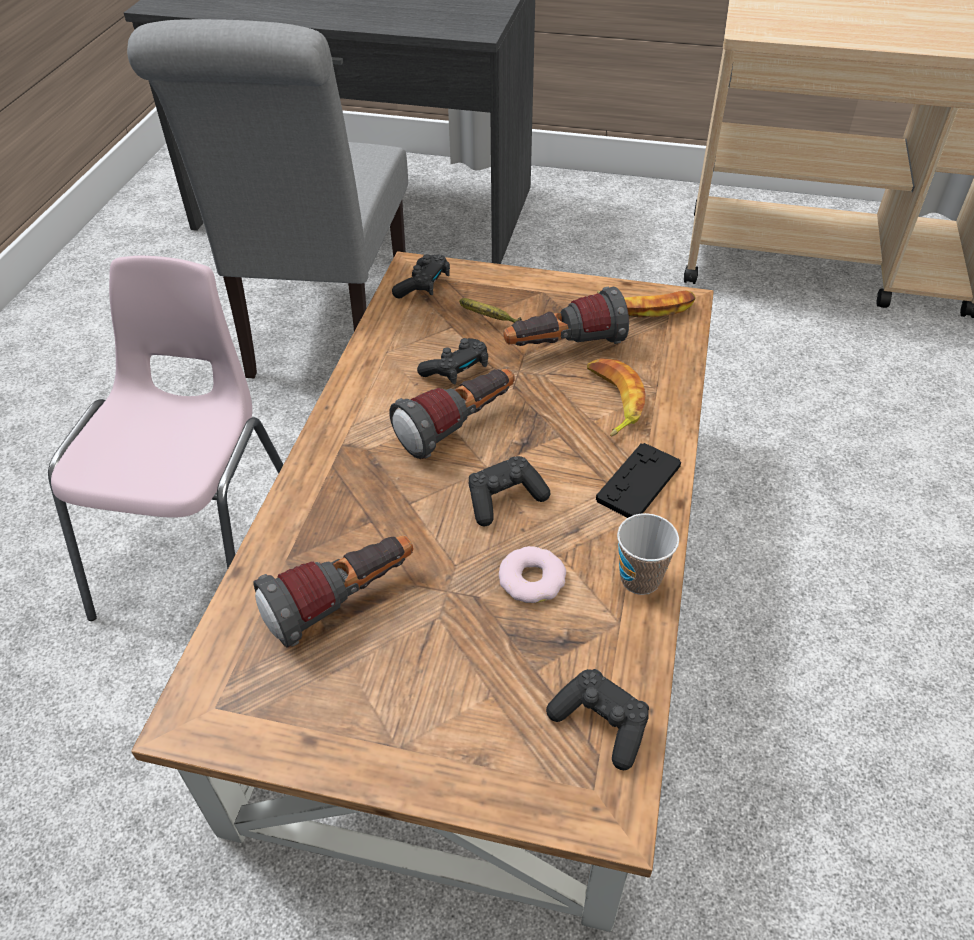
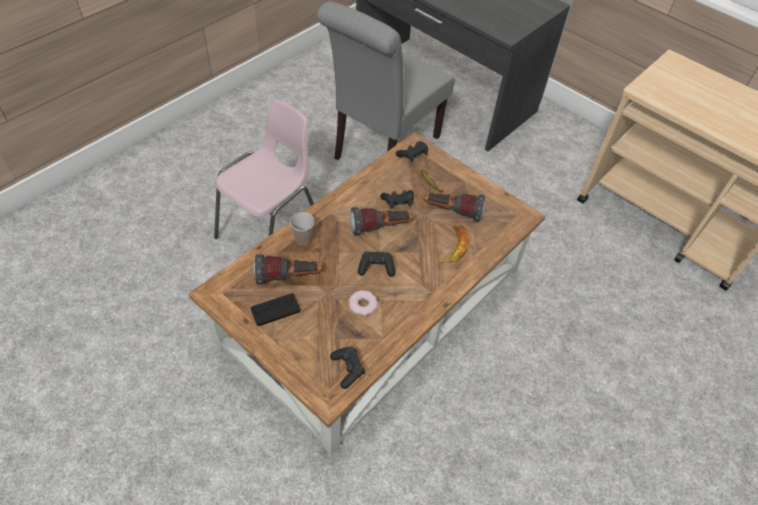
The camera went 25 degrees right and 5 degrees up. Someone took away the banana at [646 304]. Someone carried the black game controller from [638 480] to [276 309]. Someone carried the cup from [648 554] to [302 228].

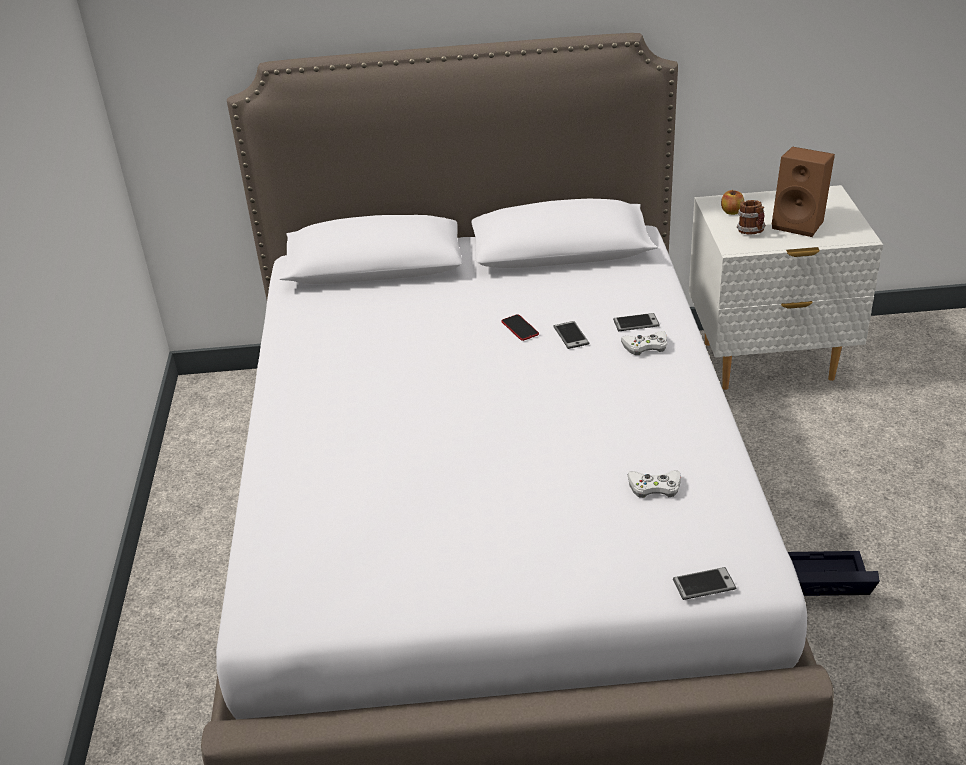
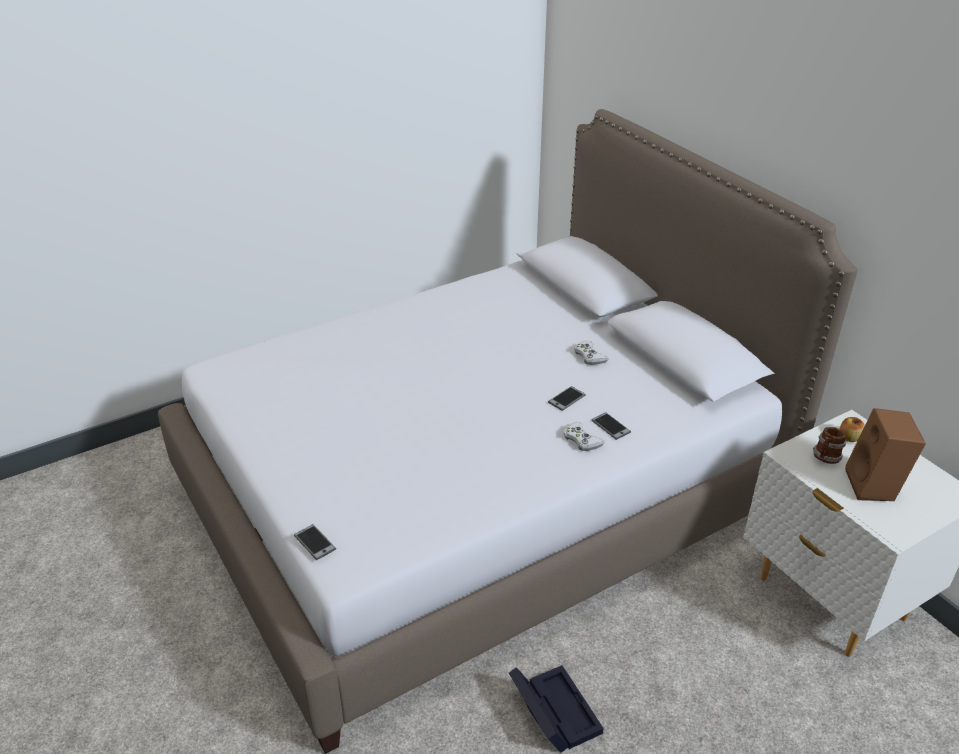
The camera went 60 degrees right and 0 degrees up. Someone took away the phone at [520 327]. Someone carried the white game controller from [654 484] to [591 353].

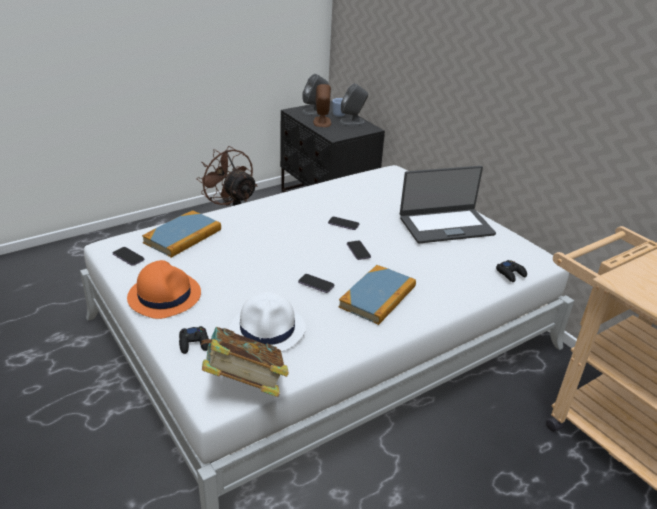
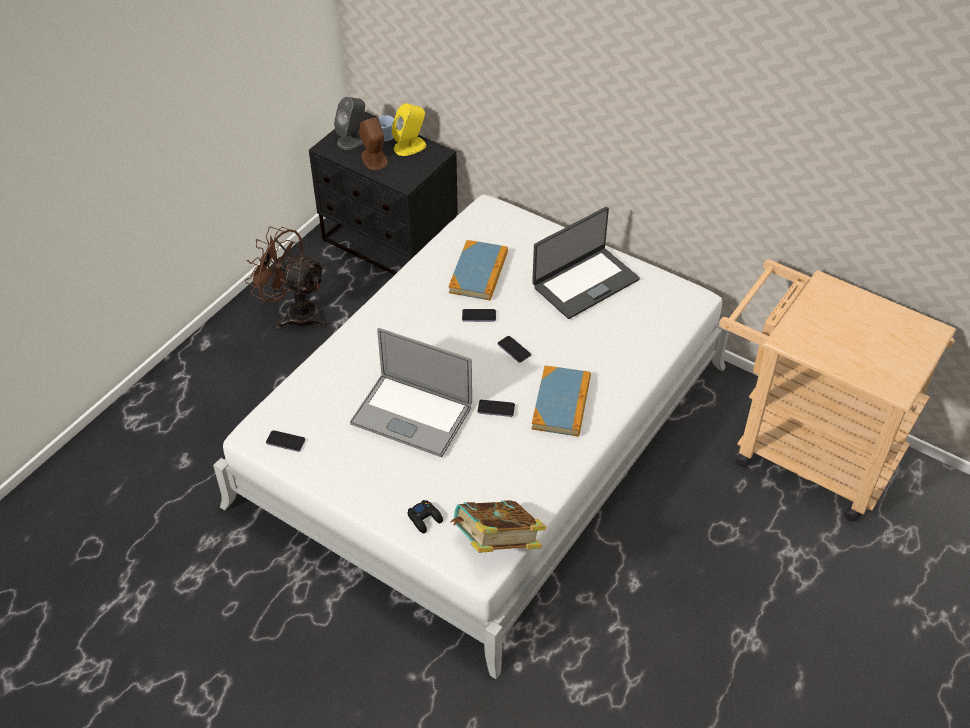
The camera went 20 degrees left and 15 degrees up. Someone repainted the grey speaker at [353 104], which became the yellow speaker at [409 129]. Someone carried the book from [181 234] to [478 270]. Someone took away the orange hat at [164 289]. Someone took away the black game controller at [511 271]. Someone took away the white hat at [267 322]. Someone put down the laptop at [411 392].

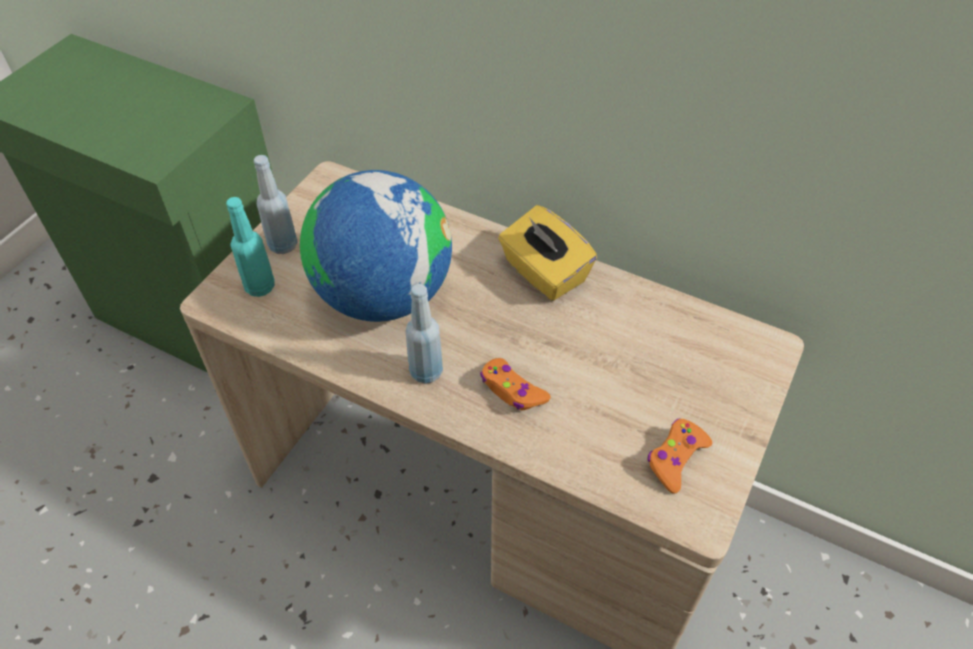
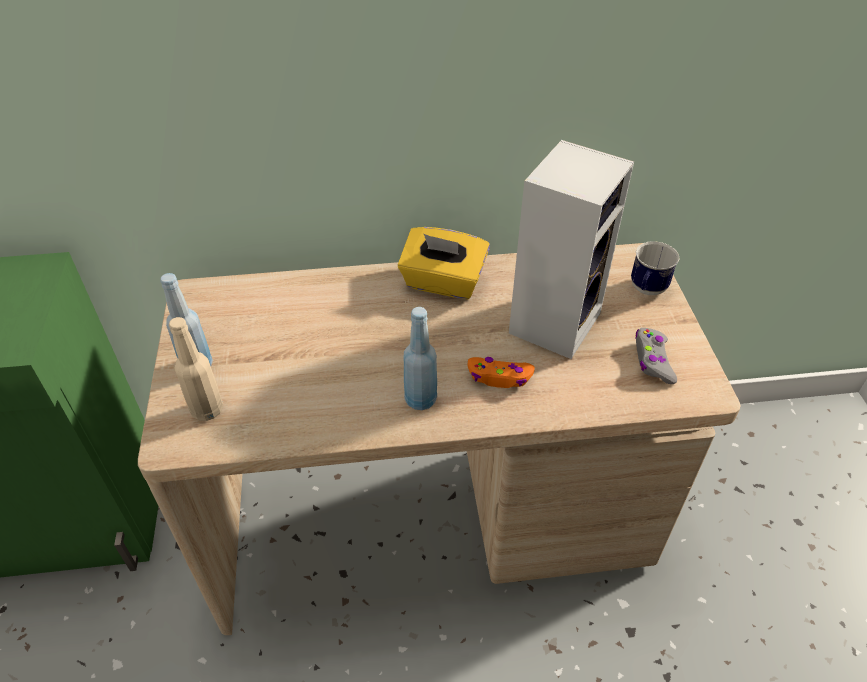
The camera went 35 degrees left and 5 degrees down. Someone took away the globe at [376 246]. Someone repainted the turquoise bottle at [250 247], which became the beige bottle at [196 369]. Someone repainted the orange game controller at [679 455], which became the grey game controller at [656 356]. Someone put down the speaker at [571 249]. Someone put down the mug at [655 268].

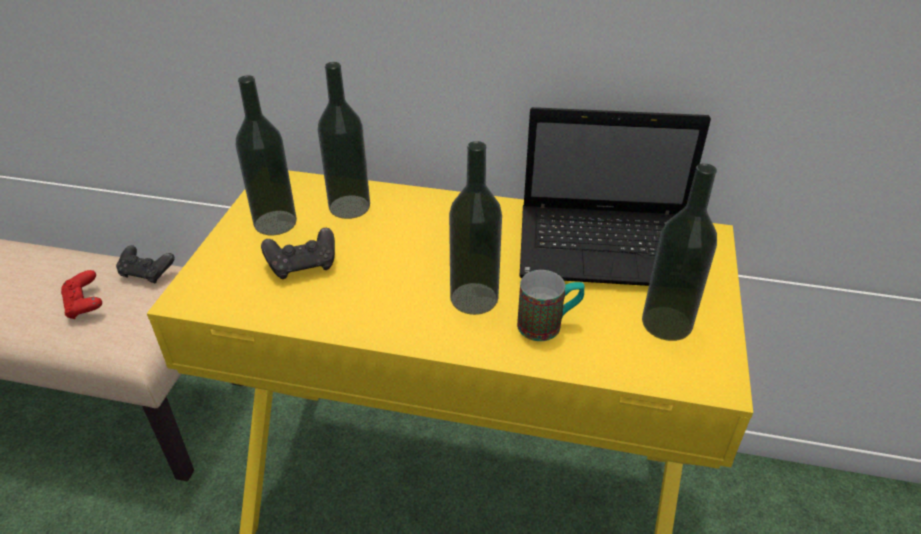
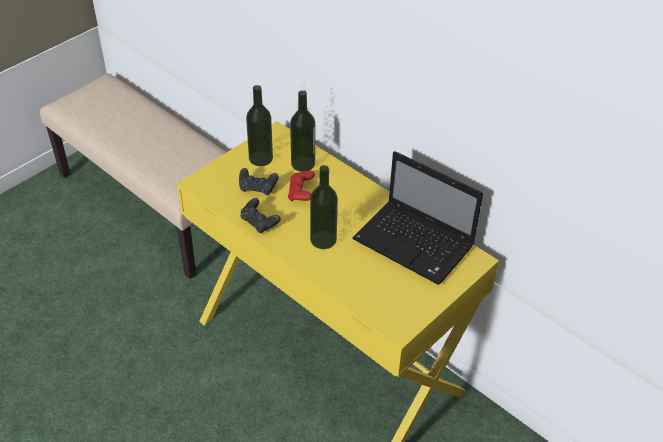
The camera went 30 degrees right and 5 degrees up. Someone took away the bottle at [679 252]. Someone carried the black game controller from [145 264] to [261 216]. Someone carried the red game controller from [81 294] to [301 186]. Someone took away the mug at [551 305].

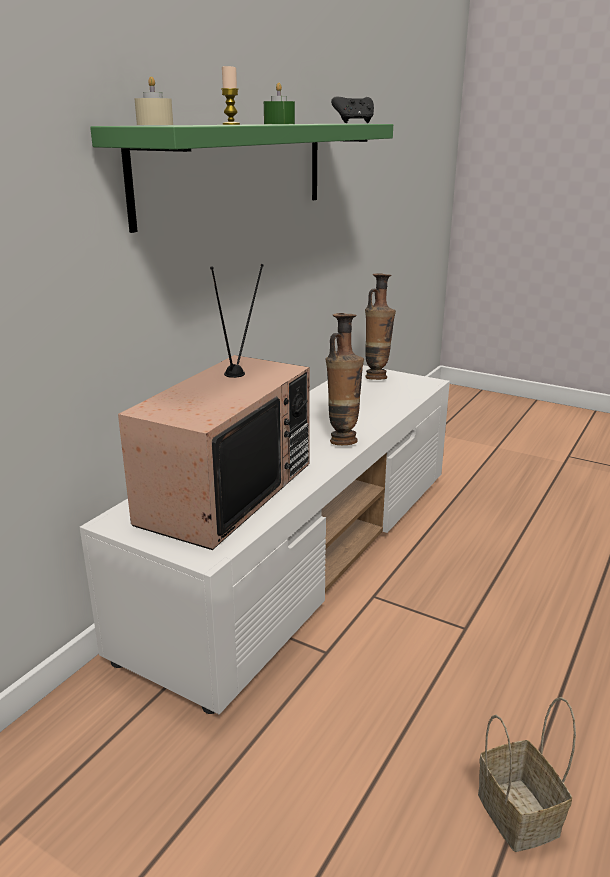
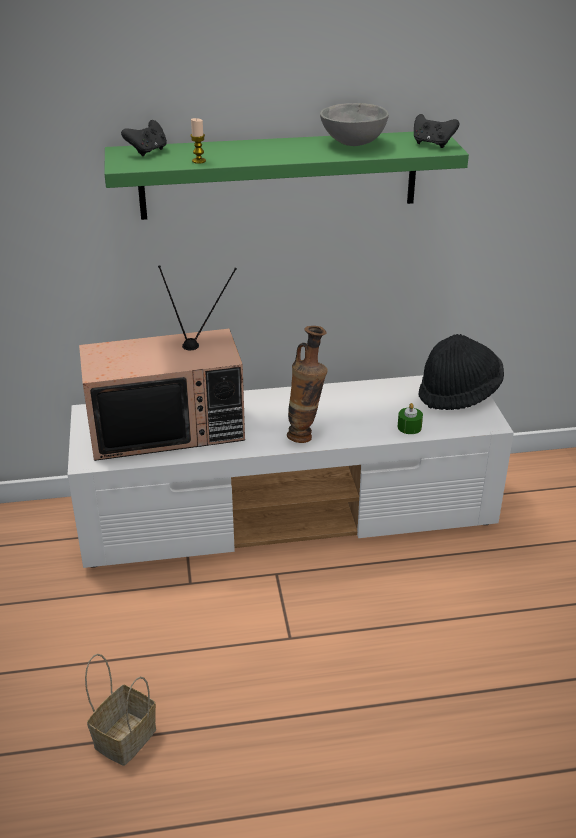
The camera went 50 degrees right and 10 degrees up. Someone swapped the beige candle at [153 100] for the black game controller at [144 138]. Someone carried the green candle from [279 103] to [410 418]. Someone swapped the vase at [380 326] for the black hat at [461 372]. Someone put down the grey bowl at [354 124].

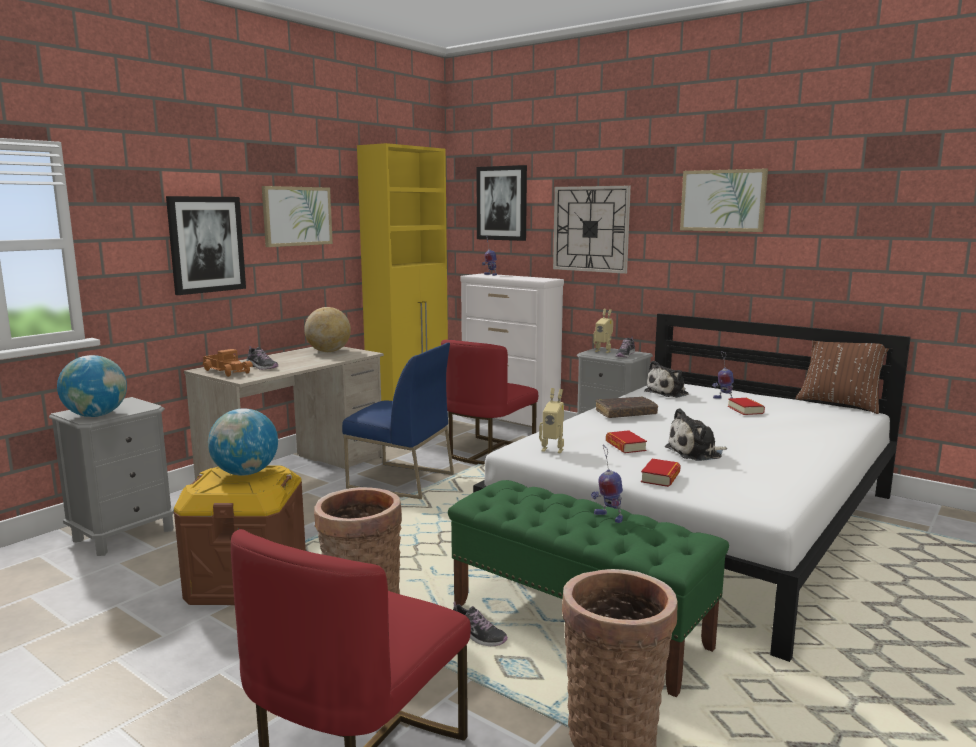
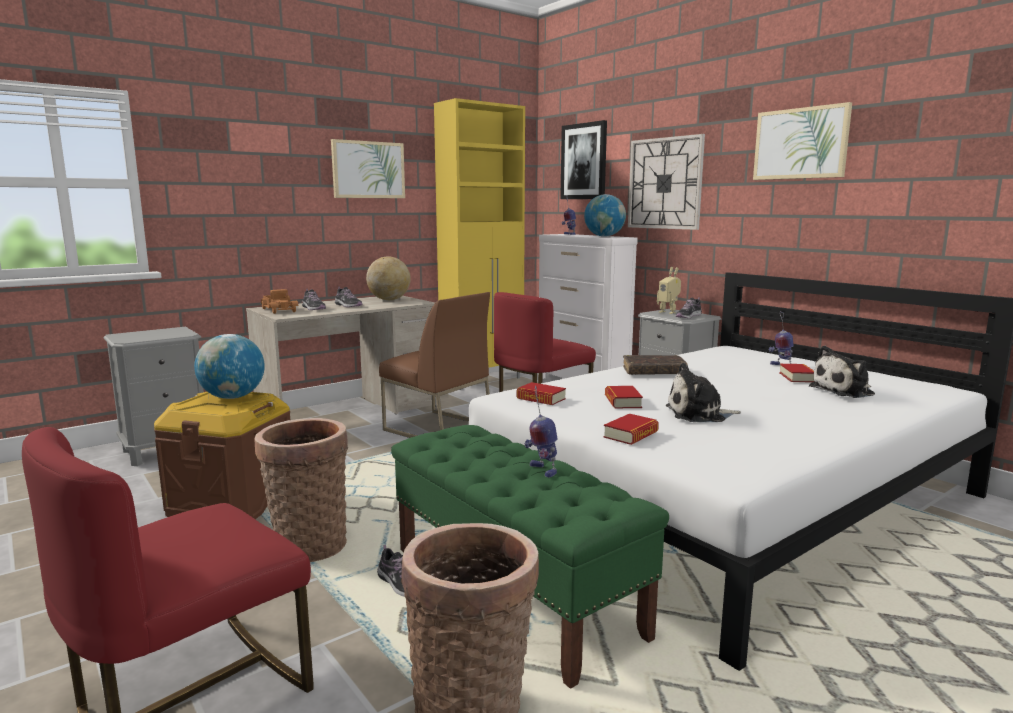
The camera went 15 degrees right and 0 degrees up. Someone took away the picture at [206 245]. Someone took away the brown pillow at [843 377]. Someone repainted the blue chair at [398 421], which became the brown chair at [434 365]. Someone carried the globe from [92 386] to [605 215]. Someone carried the plush toy from [666 379] to [842 372]. Someone swapped the toy robot at [551 420] for the book at [541 393]. Someone put down the shoe at [349 297].

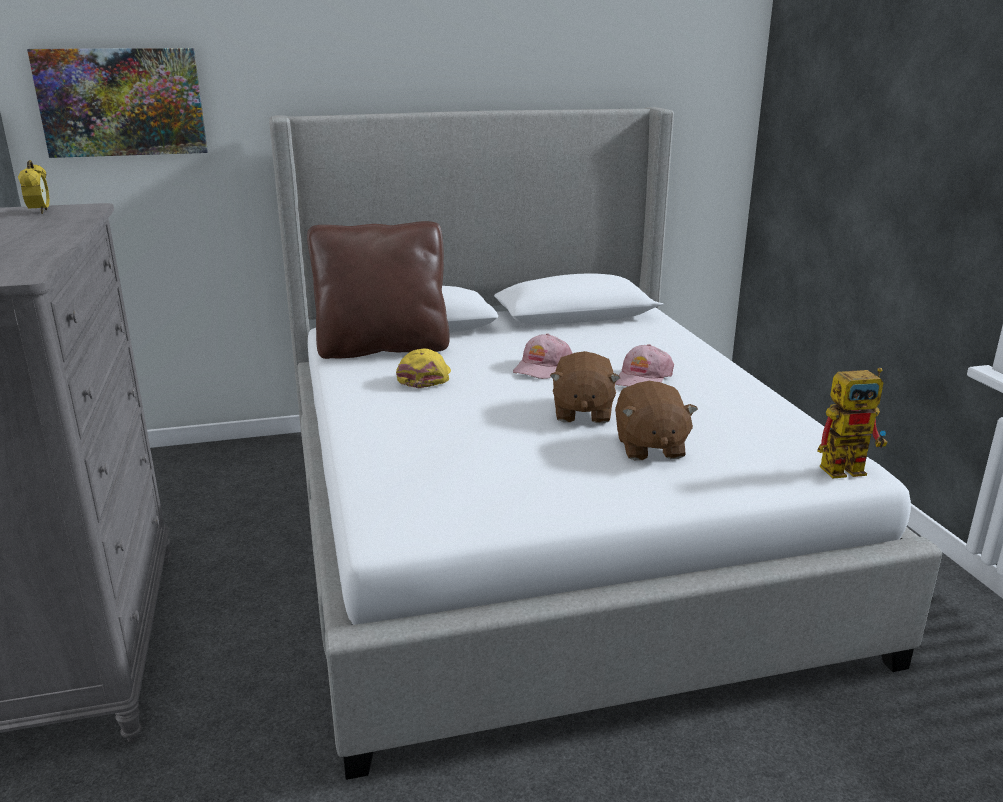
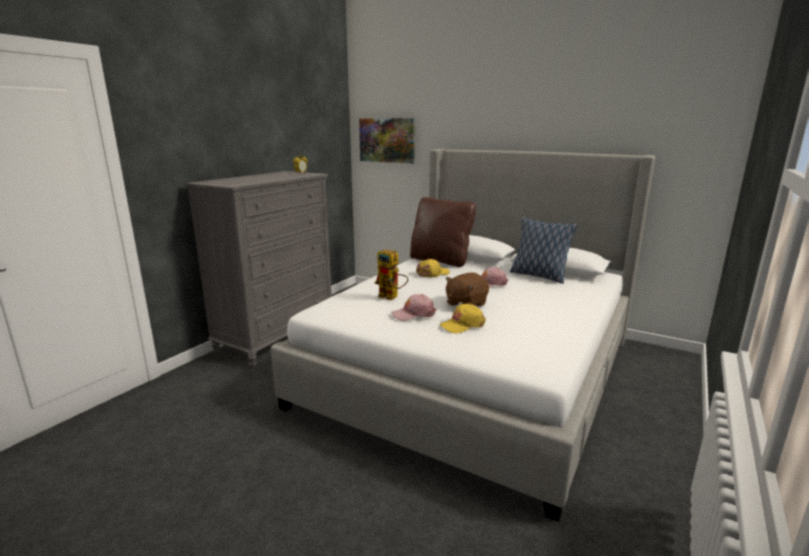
The camera went 45 degrees right and 5 degrees down. Someone carried the pink cap from [644 365] to [414 307]. Someone carried the toy robot from [852 423] to [391 274]. Someone swapped the brown plush toy at [656 420] for the yellow cap at [463 319]. Someone put down the pillow at [543 250].

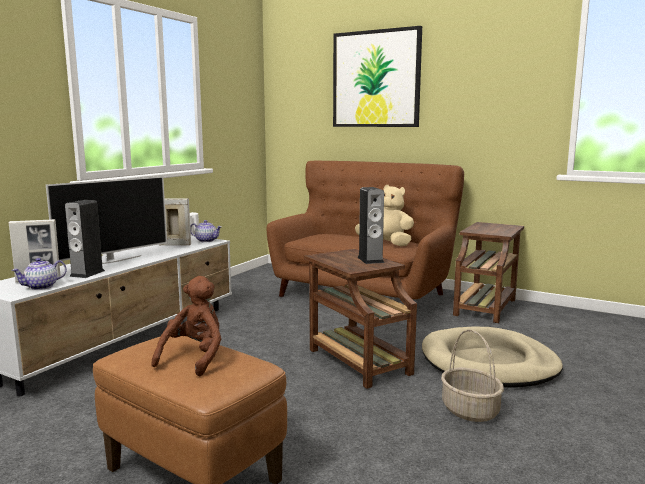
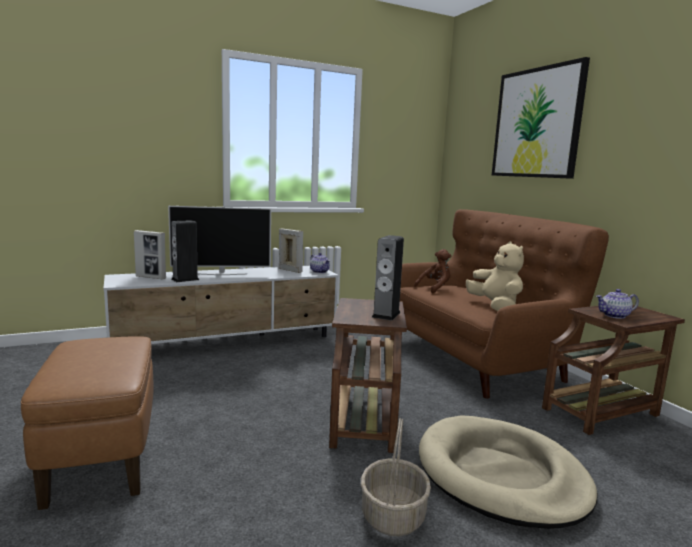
The camera went 35 degrees right and 0 degrees up. Someone carried the teapot from [39 274] to [617 304]. Someone carried the brown plush toy from [186 326] to [432 271].

